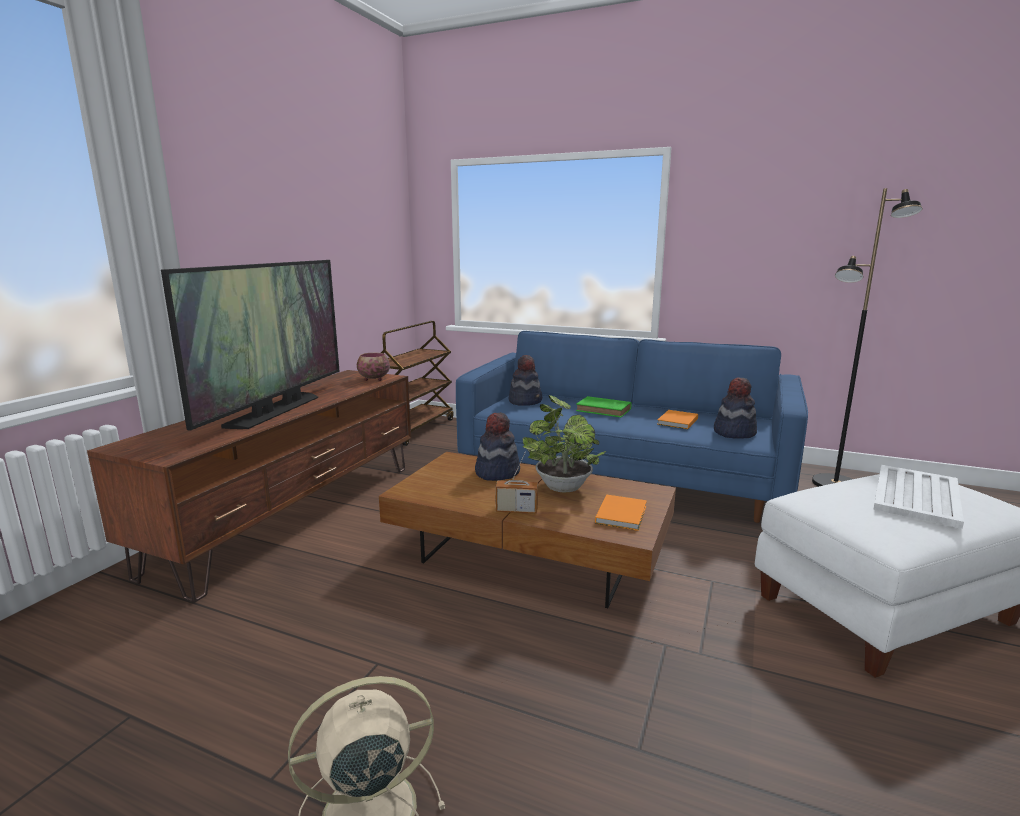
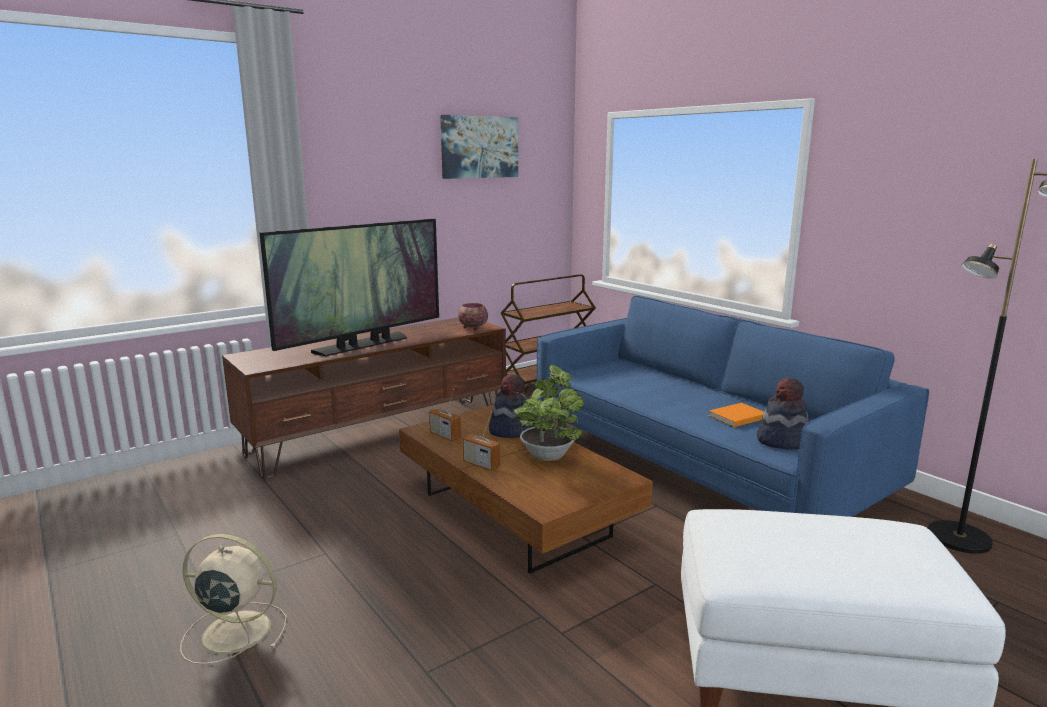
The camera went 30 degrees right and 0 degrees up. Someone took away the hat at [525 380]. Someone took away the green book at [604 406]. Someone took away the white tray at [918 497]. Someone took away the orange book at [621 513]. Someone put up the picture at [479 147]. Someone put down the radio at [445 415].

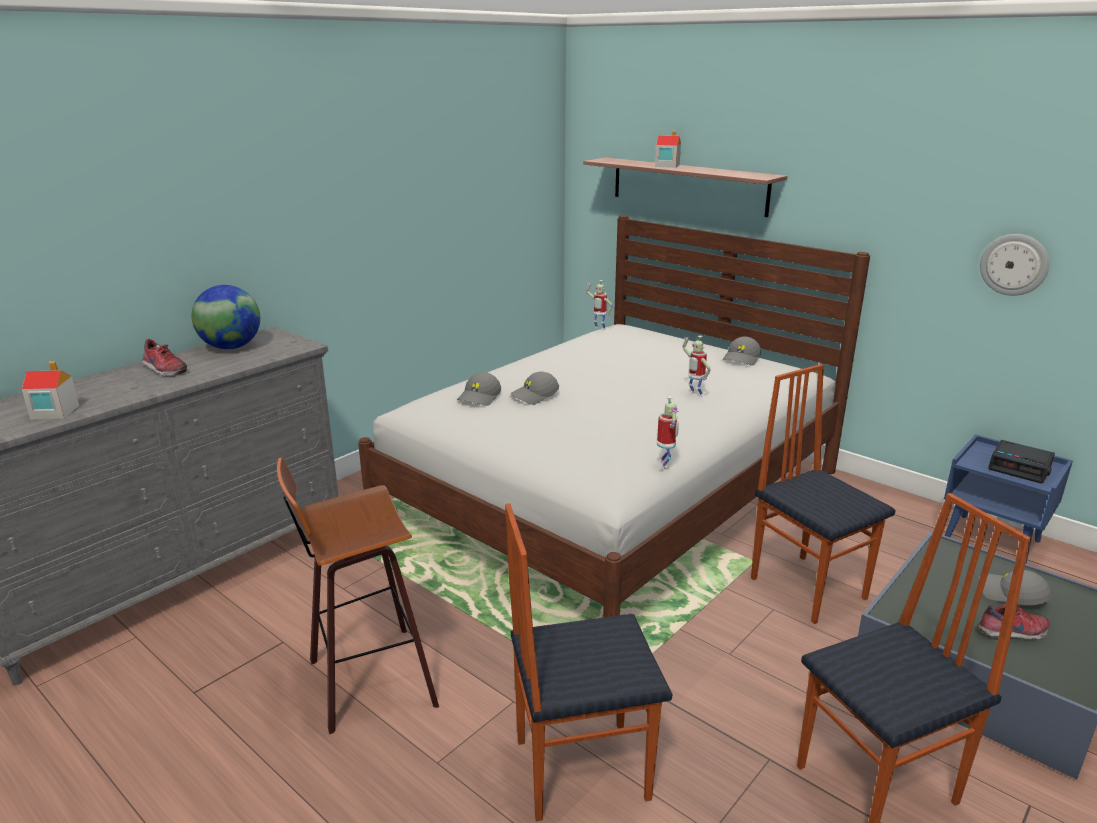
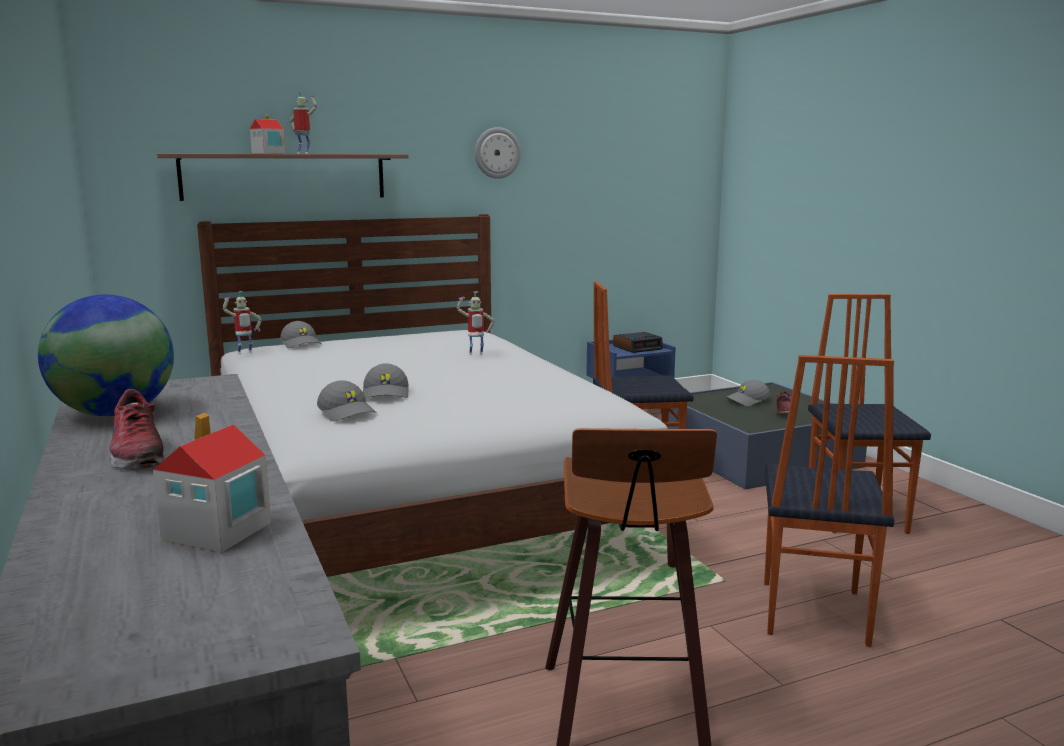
The camera went 65 degrees left and 10 degrees down. Someone carried the wall clock from [1014 265] to [498 153]. Someone carried the grey cap from [741 351] to [300 334]. Someone rotated the shoe at [164 358] by 90 degrees clockwise. Someone carried the toy robot from [668 433] to [303 122].

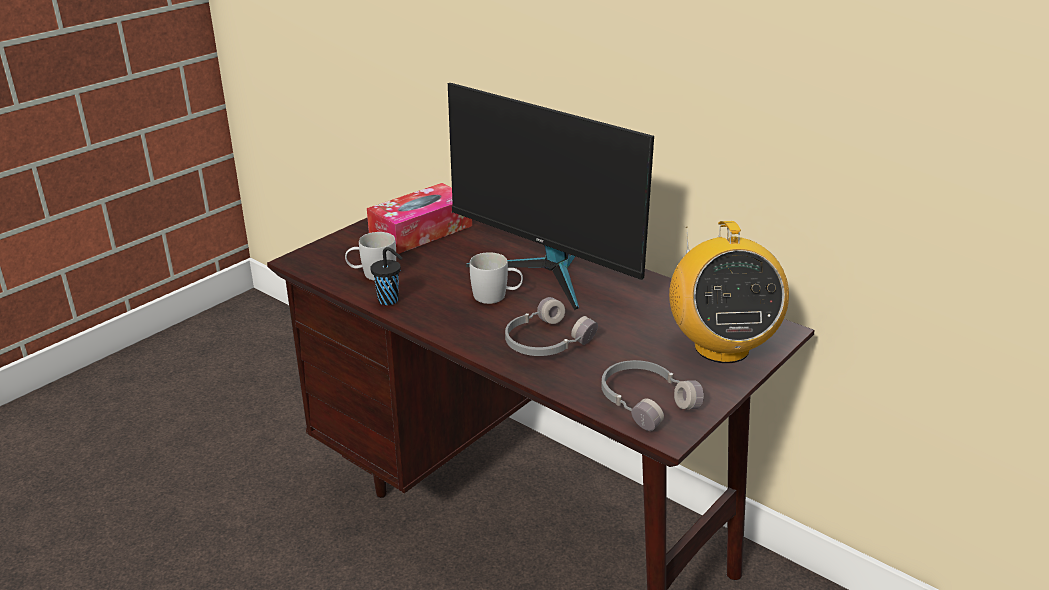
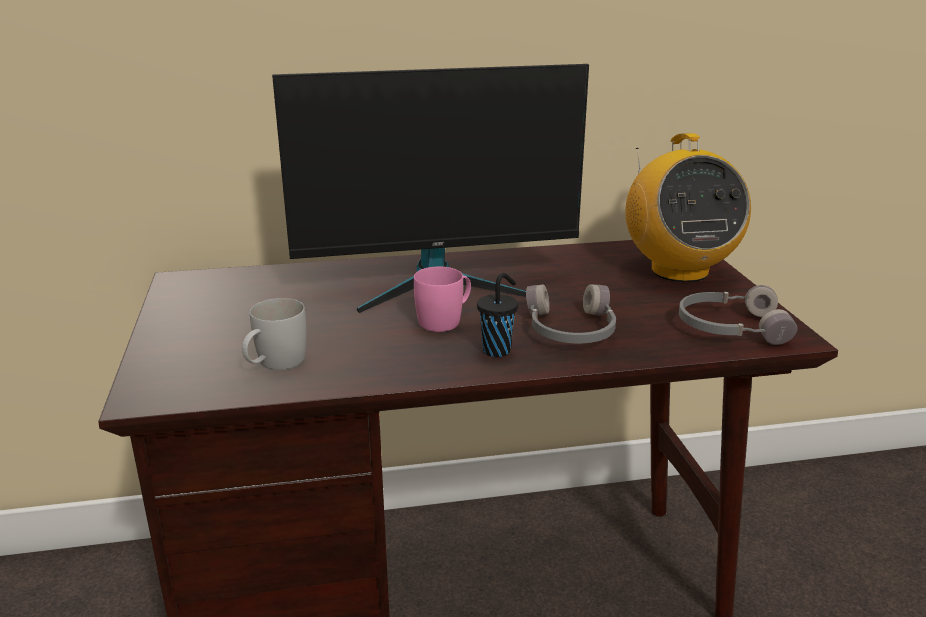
The camera went 50 degrees left and 5 degrees down. Someone took away the tissue box at [419 218]. Someone rotated the radio at [729 292] by 45 degrees clockwise. Someone carried the black cup from [386 276] to [497 315]. Someone repainted the white mug at [496 278], which became the pink mug at [442 299].

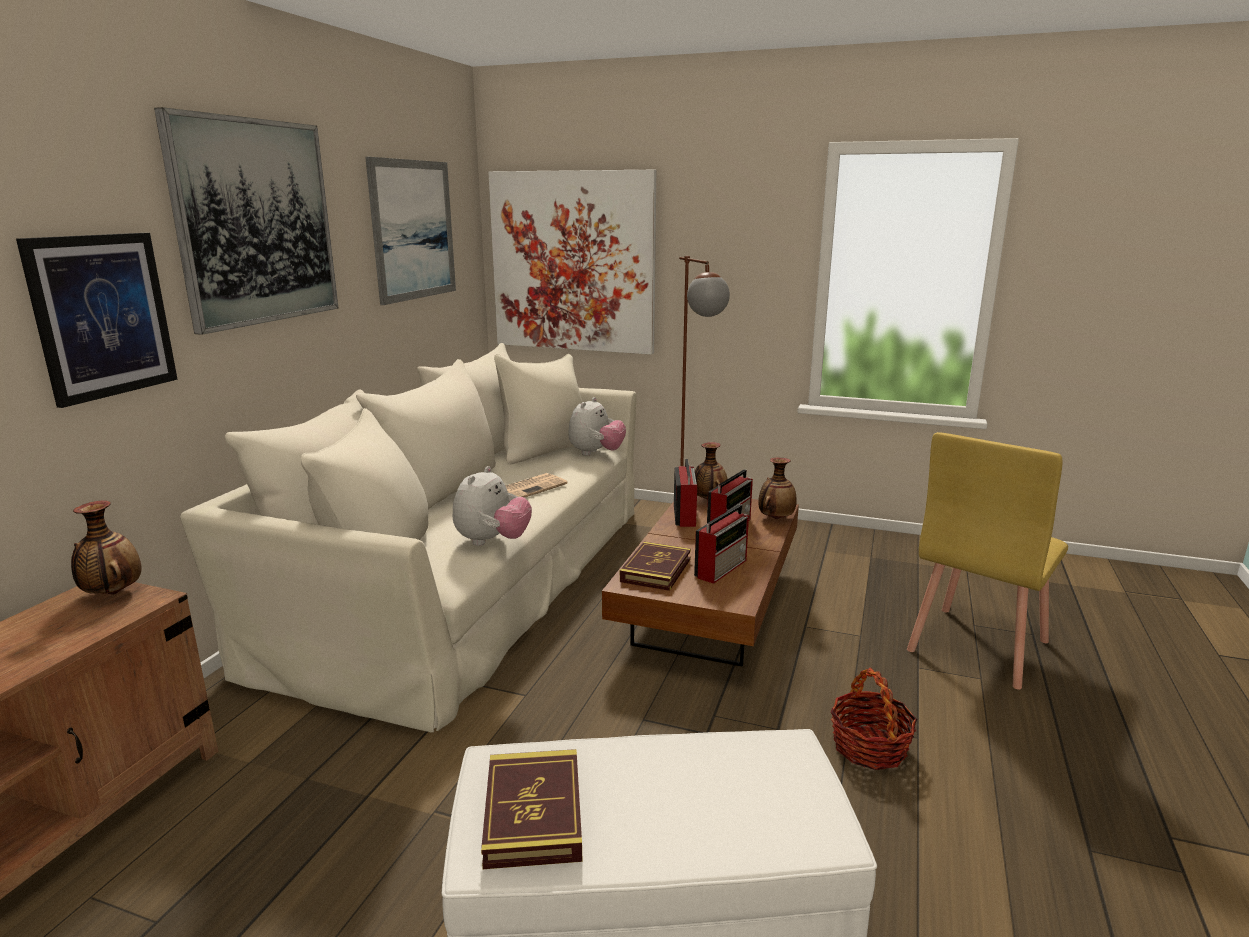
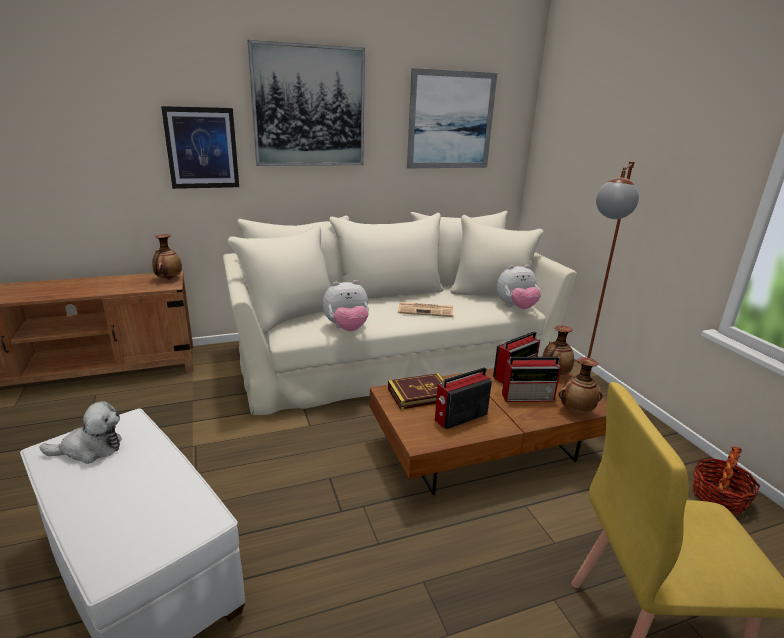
The camera went 50 degrees right and 5 degrees up. Someone took away the picture at [572 262]. Someone rotated the radio at [721 544] by 150 degrees clockwise. Someone carried the basket from [874 719] to [726 480]. Someone swapped the book at [531 809] for the plush toy at [80 432].

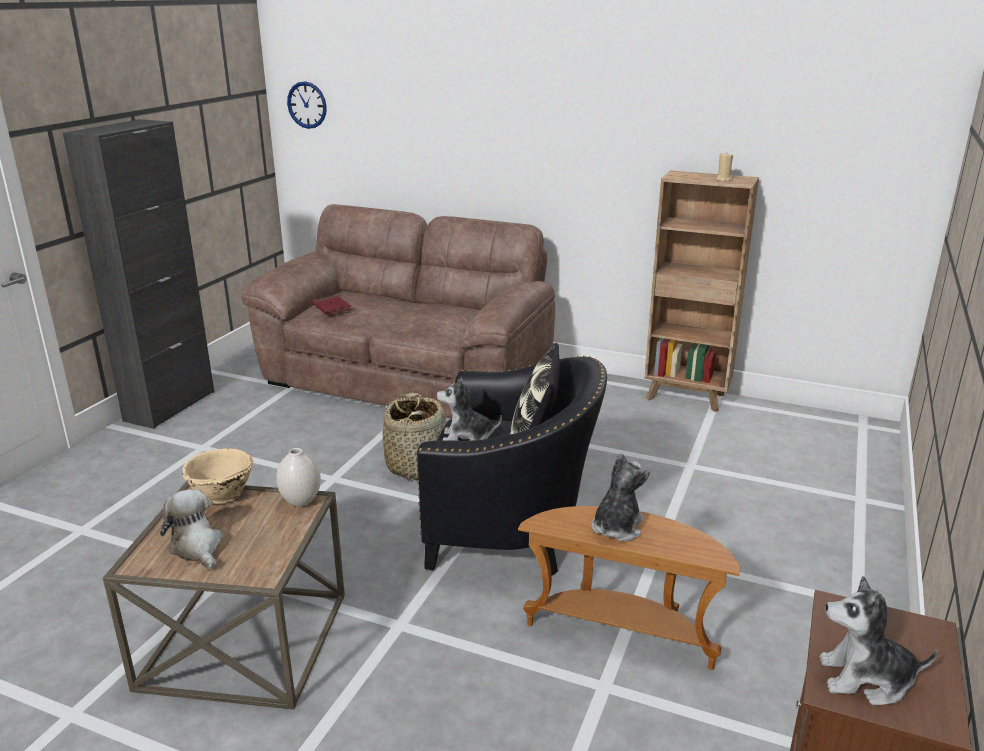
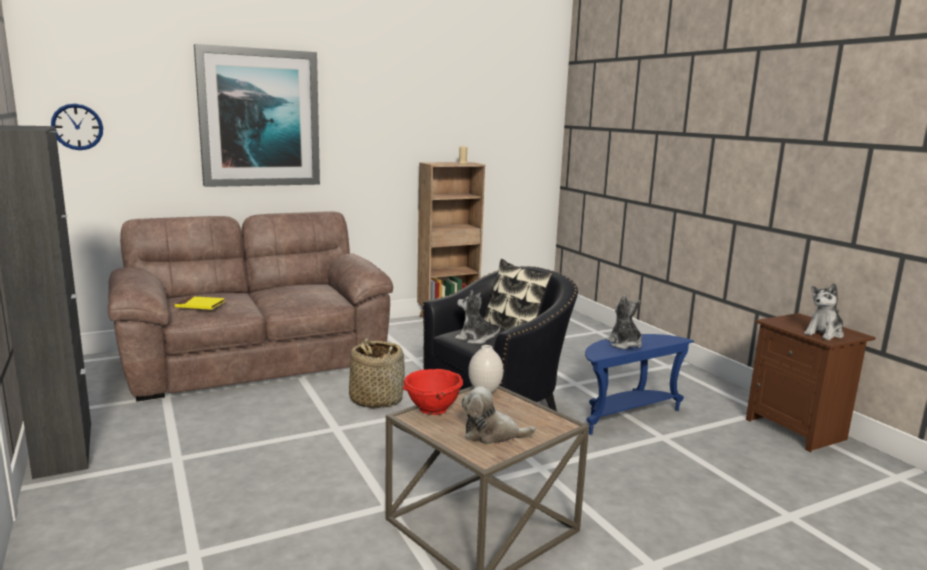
The camera went 50 degrees left and 10 degrees down. Someone repainted the red book at [332 305], which became the yellow book at [200 303]. Someone rotated the plush toy at [469 409] by 75 degrees clockwise. Someone repainted the beige bowl at [217 476], which became the red bowl at [433 392]. Someone repainted the brown side table at [629 588], which became the blue side table at [639 384]. Someone put up the picture at [257 115].

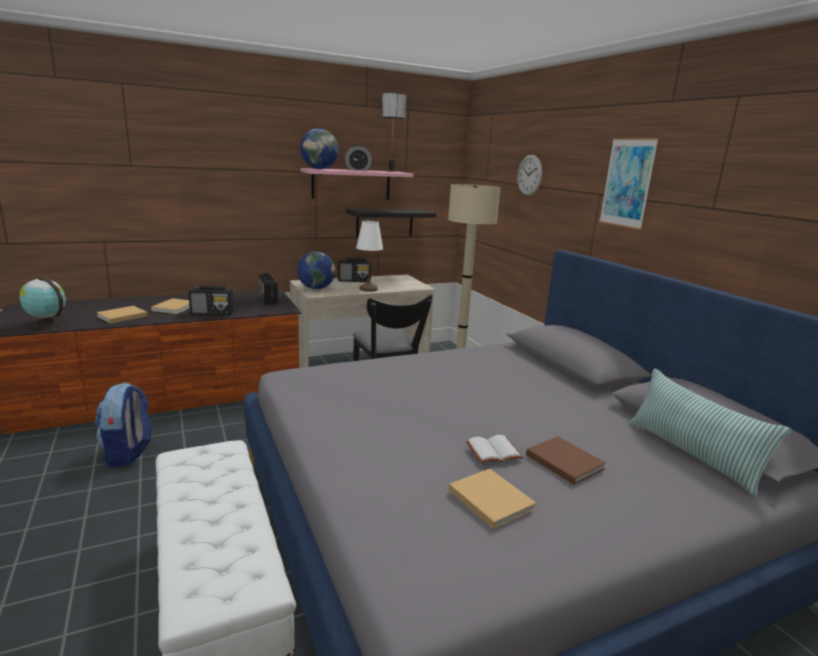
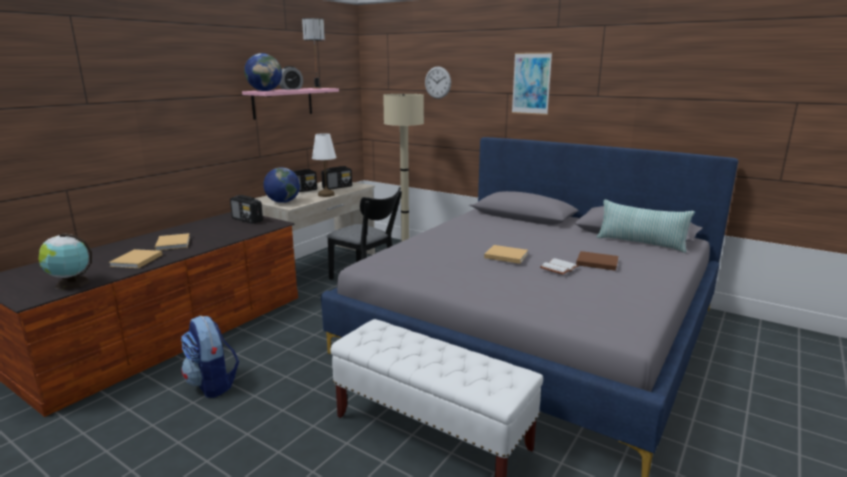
The camera went 30 degrees left and 0 degrees up. Someone took away the black shelf at [391 223]. Someone carried the radio from [211 301] to [336 178]. Someone carried the beige book from [492 499] to [506 254].

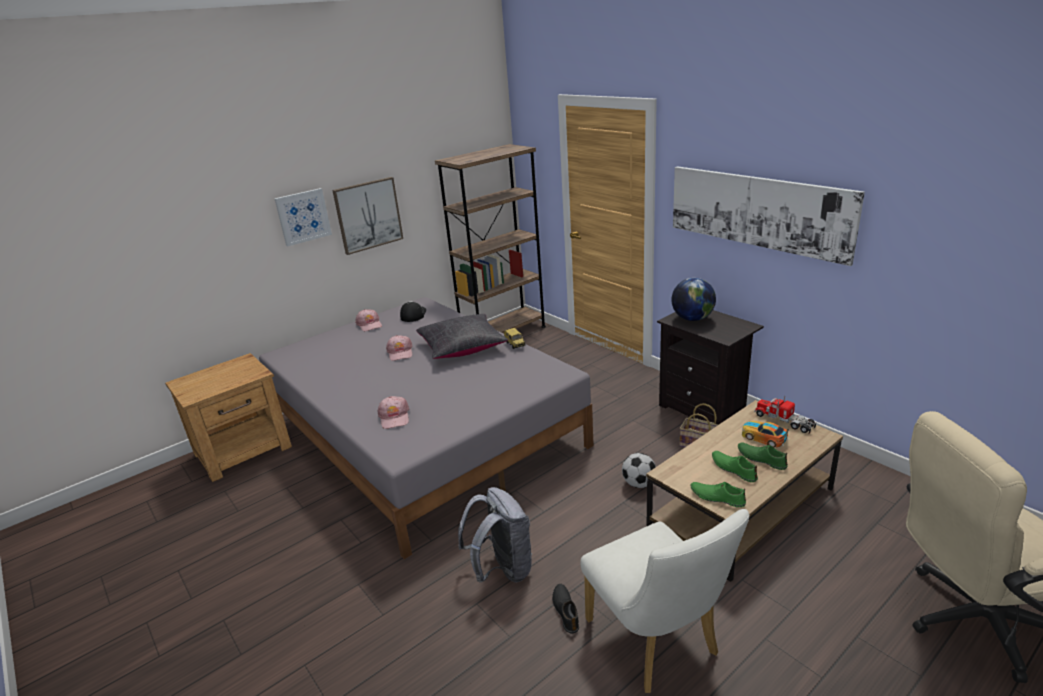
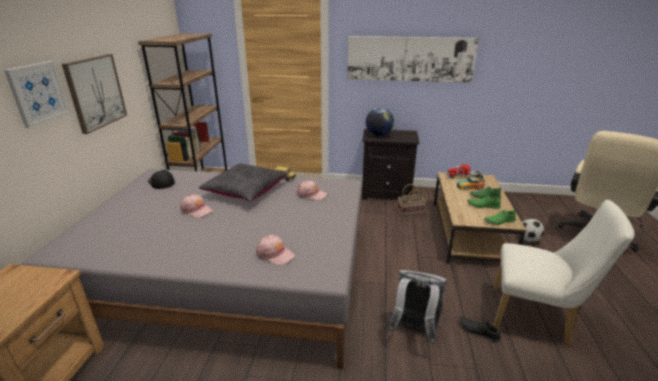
The camera went 45 degrees left and 0 degrees up. Someone carried the pink cap from [368 320] to [311 190]. Someone carried the football from [639 470] to [531 230].

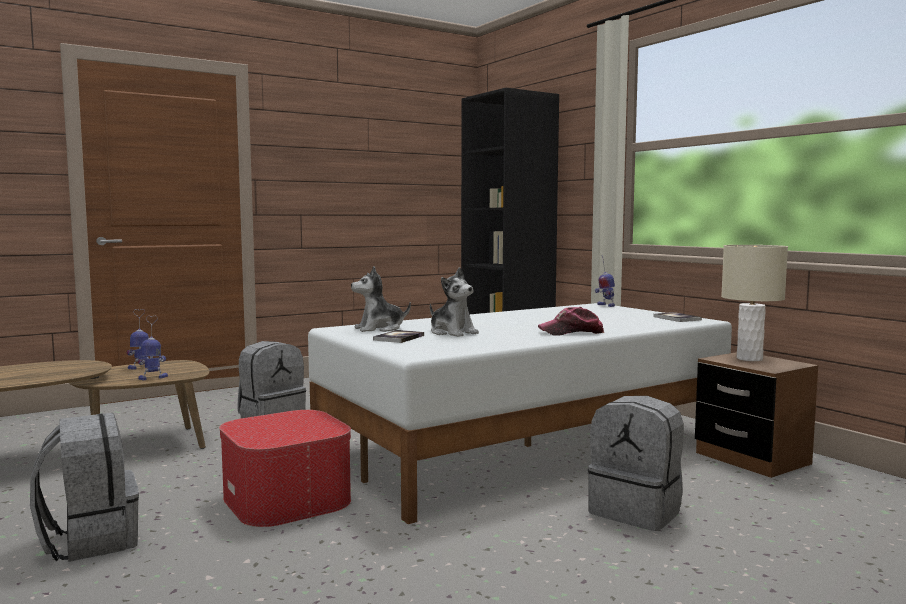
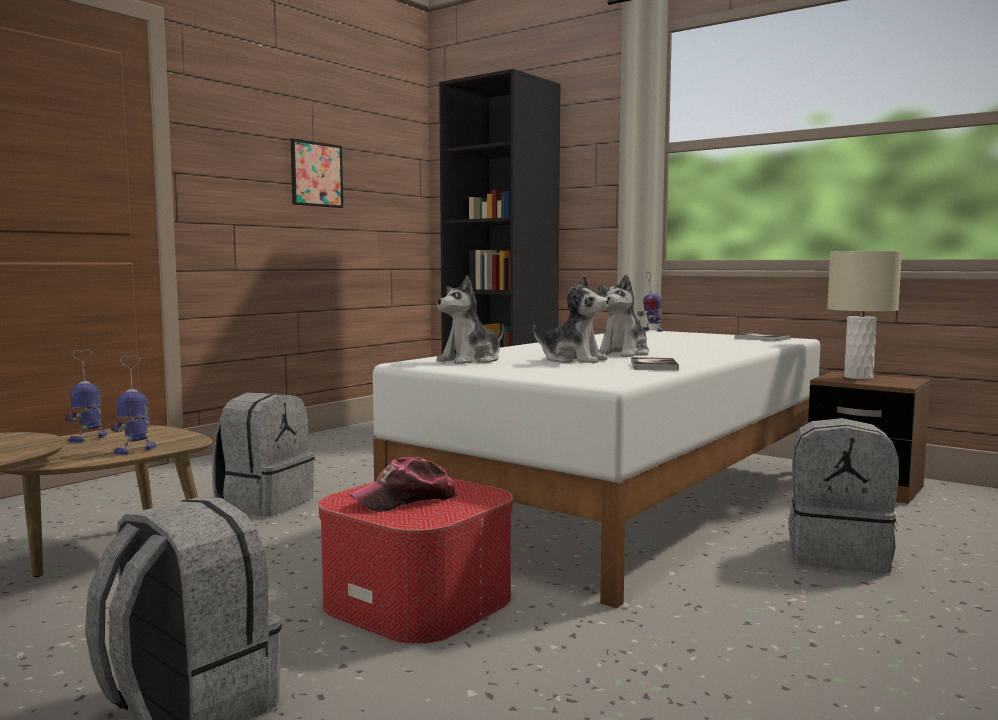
The camera went 20 degrees left and 0 degrees up. Someone carried the cap from [571 321] to [403 484]. Someone carried the book from [398 336] to [655 363]. Someone put up the picture at [317 173]. Someone put down the plush toy at [623 315].

